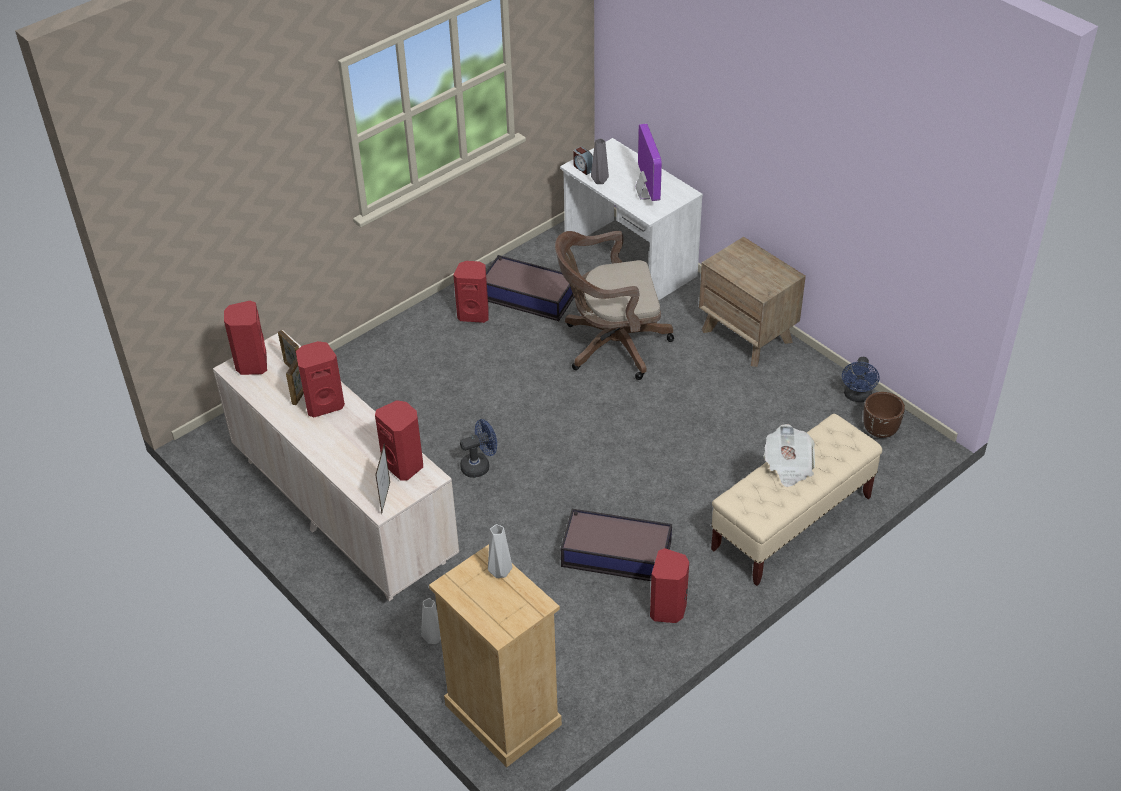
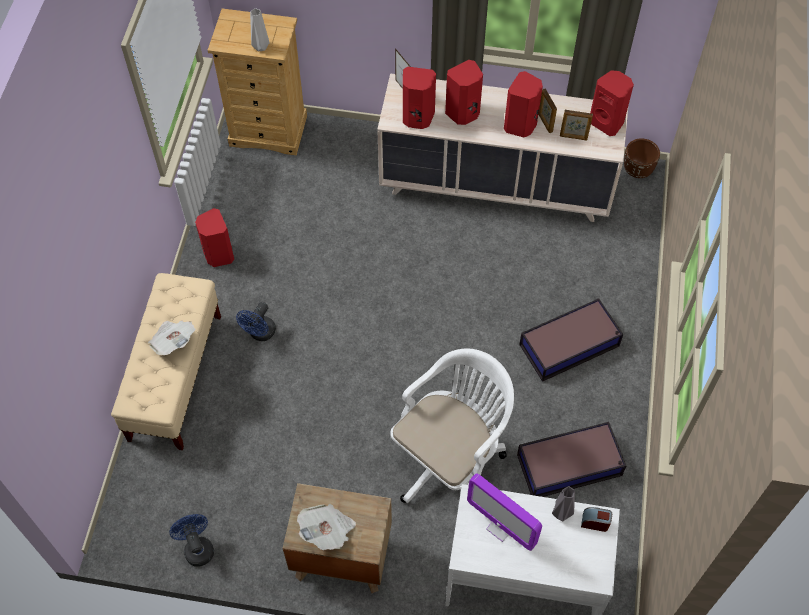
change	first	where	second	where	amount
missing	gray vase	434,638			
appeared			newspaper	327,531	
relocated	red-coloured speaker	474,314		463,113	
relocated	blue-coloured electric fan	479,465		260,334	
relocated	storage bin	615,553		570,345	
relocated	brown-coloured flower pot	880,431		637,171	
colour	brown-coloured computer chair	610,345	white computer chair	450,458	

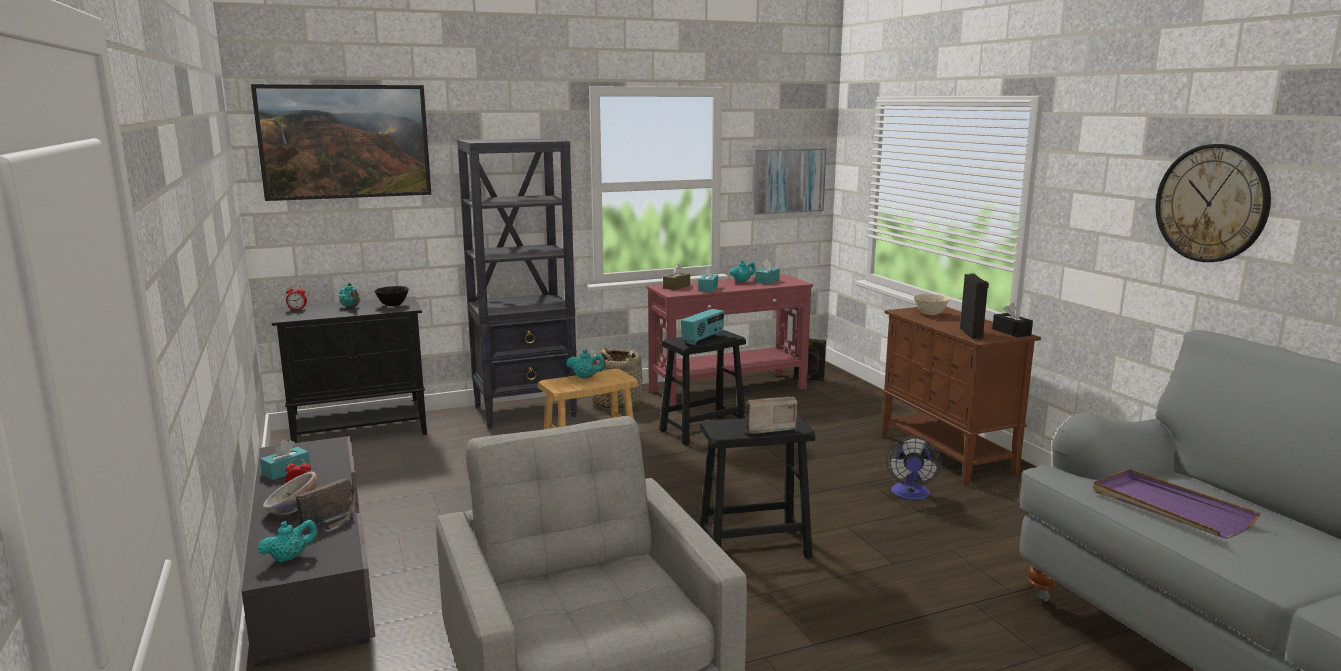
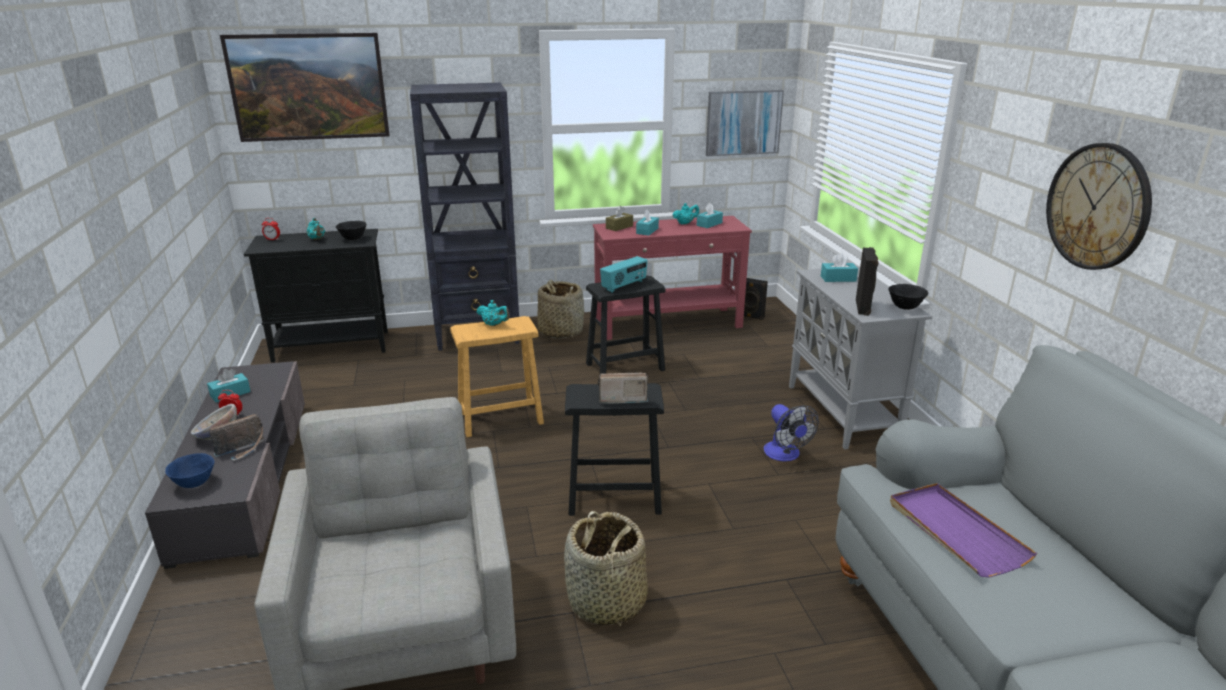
change	first	where	second	where	amount
appeared			household basket	606,602	
exchanged	turquoise-coloured tea pot	290,558	blue-coloured deep dish	195,483	
exchanged	beige deep dish	930,314	turquoise-coloured tissue holder	838,278	
exchanged	black-coloured tissue holder	1011,332	black-coloured deep dish	905,307	
colour	brown-coloured storage cabinet	947,455	gray storage cabinet	843,413	
spun	electric fan	910,495		785,455	45 degrees counterclockwise

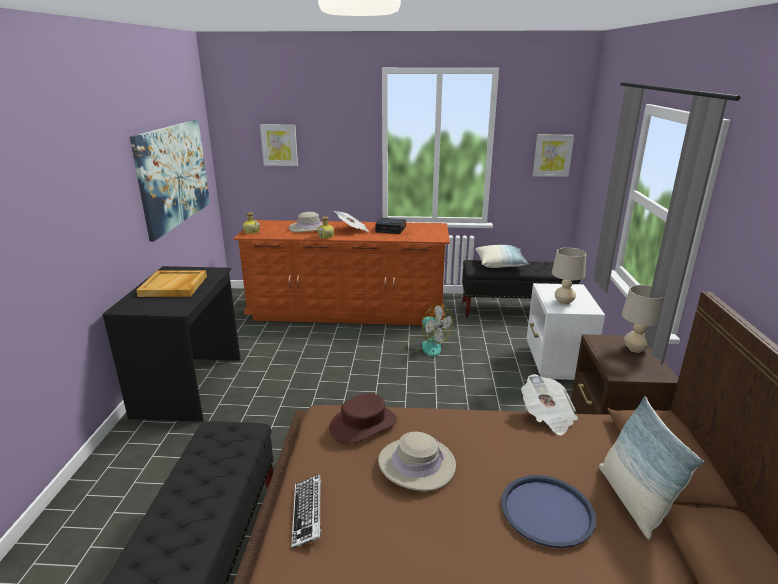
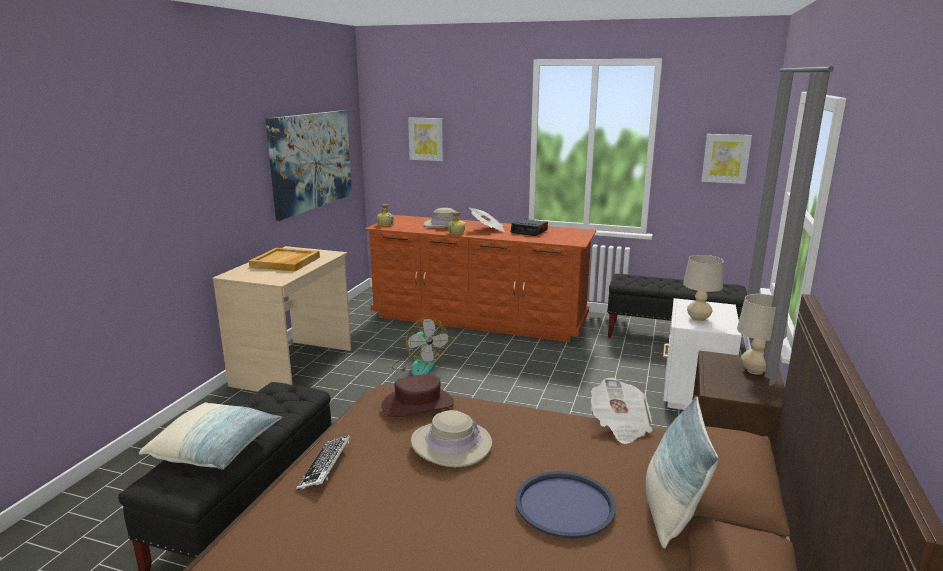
change	first	where	second	where	amount
relocated	electric fan	426,346		419,365	
relocated	cushion	500,264		216,450	
colour	black-coloured desk unit	190,386	beige desk unit	294,367	

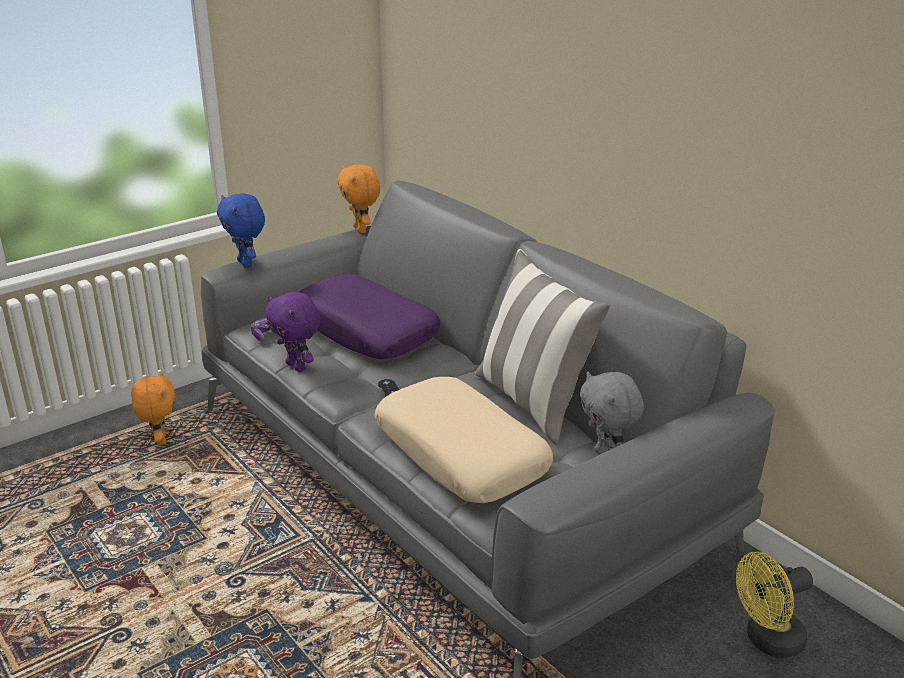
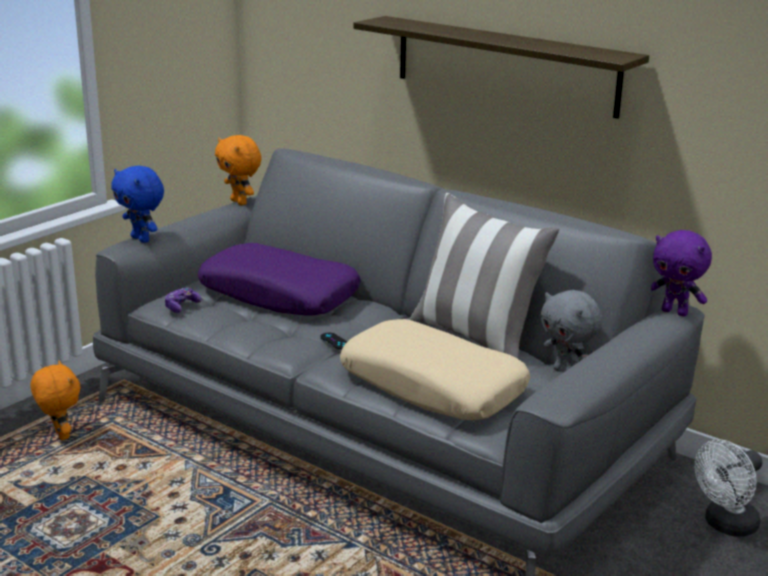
change	first	where	second	where	amount
appeared			bracket shelf	505,65	
relocated	purple-coloured plush toy	297,366		675,312	
colour	yellowish electric fan	767,641	white electric fan	725,525	

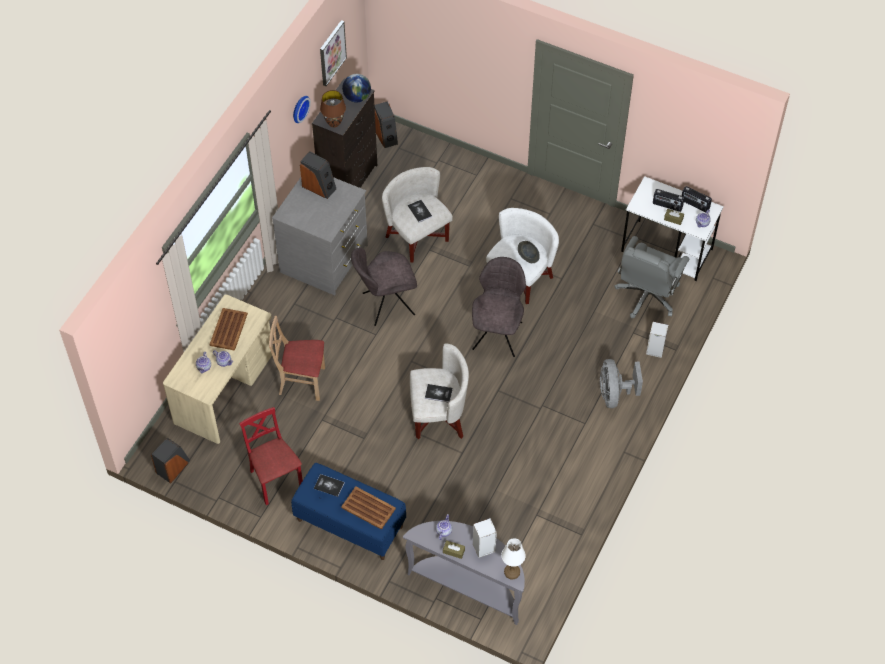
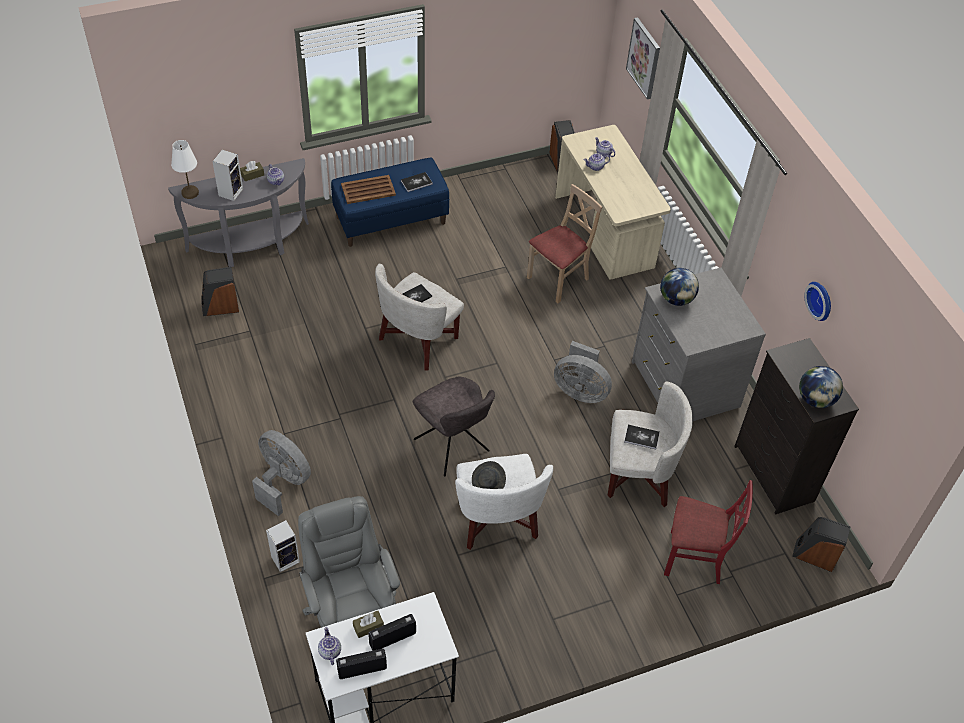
change	first	where	second	where	amount
missing	brown-coloured tray	229,329			
missing	brown-coloured table lamp	334,123			
appeared			globe	676,299	
relocated	red-coloured chair	275,480		694,558	
relocated	speaker	319,187		220,306	
relocated	wall art	332,52		644,58	
exchanged	gray chair	386,304	gray electric fan	580,390	

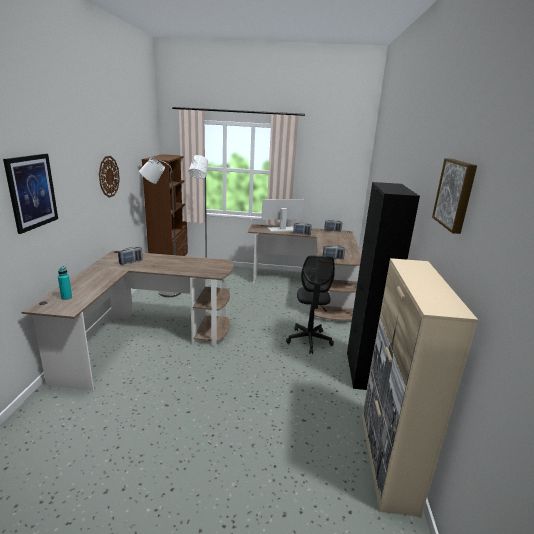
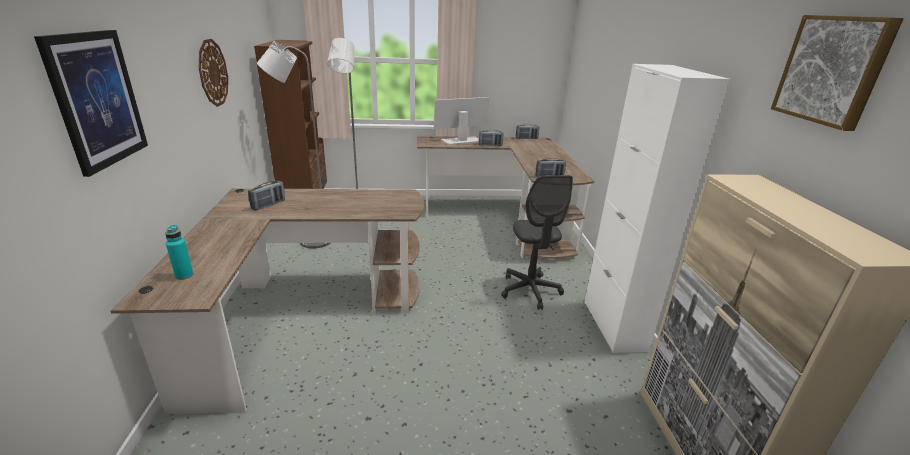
change	first	where	second	where	amount
colour	black-coloured storage cabinet	362,370	white storage cabinet	614,325	

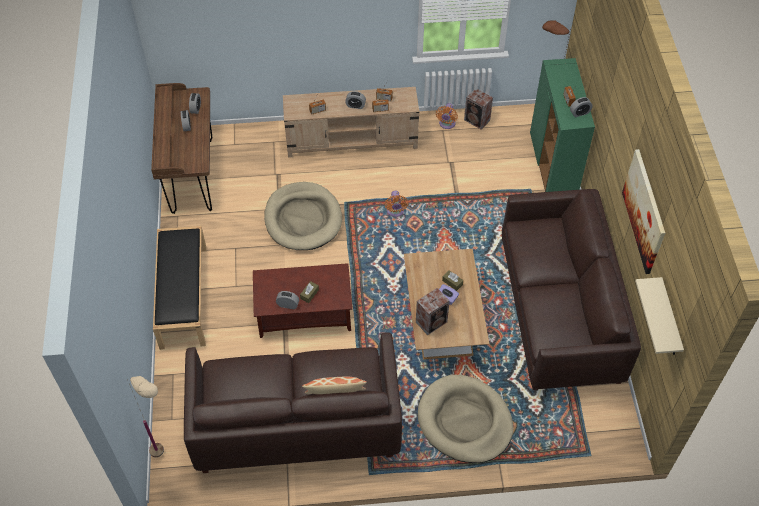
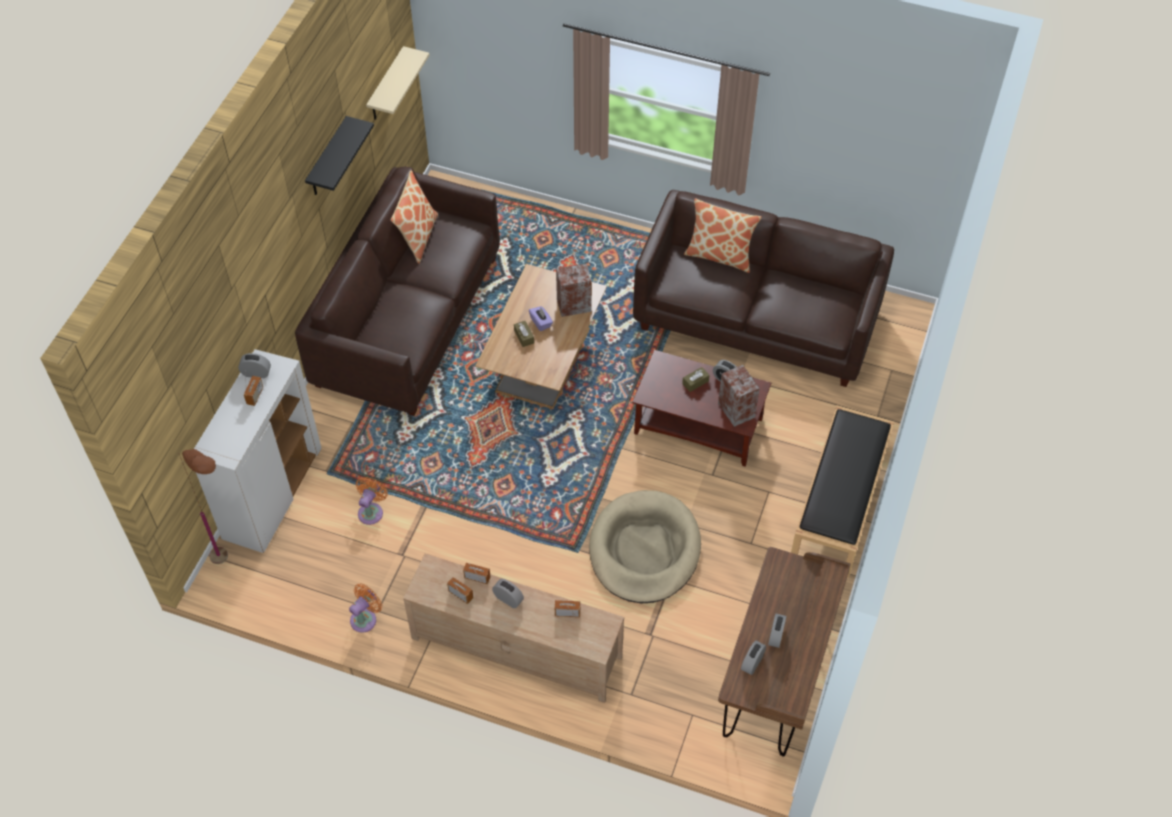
change	first	where	second	where	amount
missing	beige floor lamp	168,458			
missing	beige pet bed	465,421			
appeared			cushion	417,237	
relocated	orange electric fan	395,212		371,511	
relocated	speaker	477,120		736,409	
exchanged	wall art	644,211	black-coloured bracket shelf	328,159	
colour	green storage cabinet	553,166	white storage cabinet	272,494	

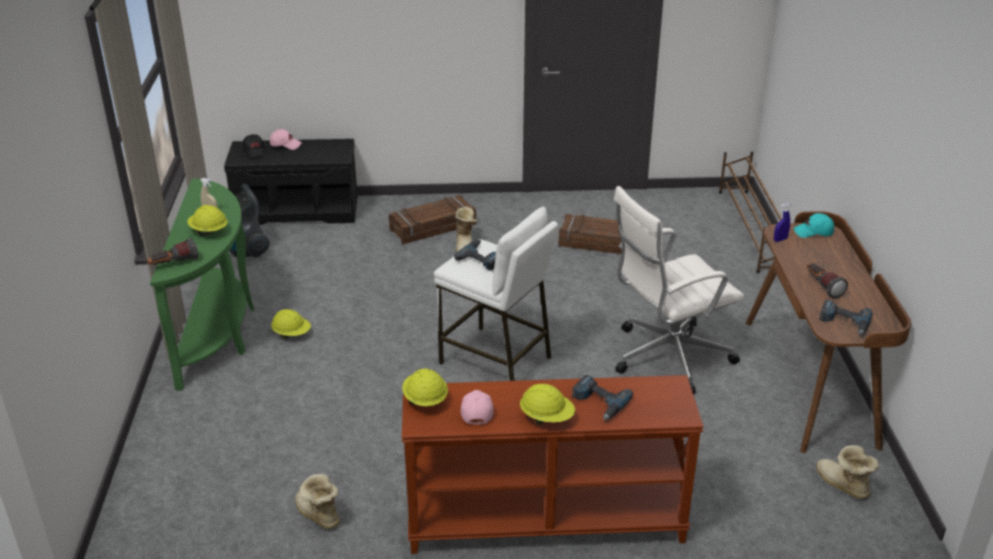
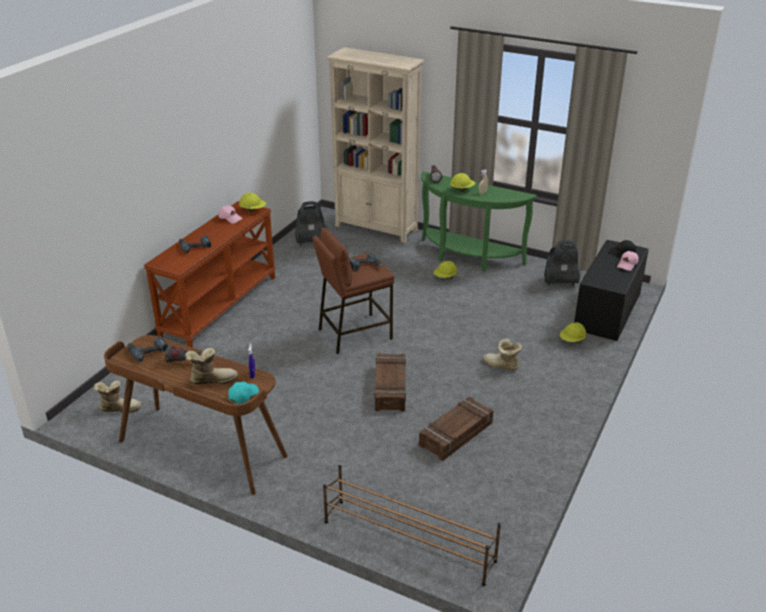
change	first	where	second	where	amount
missing	white computer chair	667,356			
appeared			vacuum	311,241	
appeared			beige bookshelf	376,228	
relocated	tall boot	317,515		212,379	
relocated	packing crate	433,227		389,388	
relocated	yellowish safety helmet	547,418		572,340	
colour	white sitting stool	496,360	brown-coloured sitting stool	354,333	

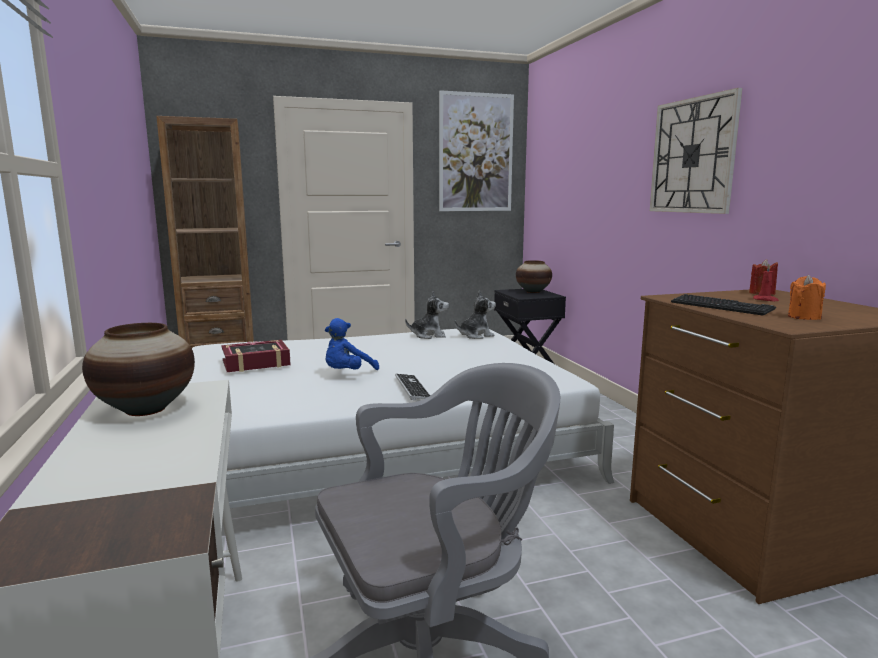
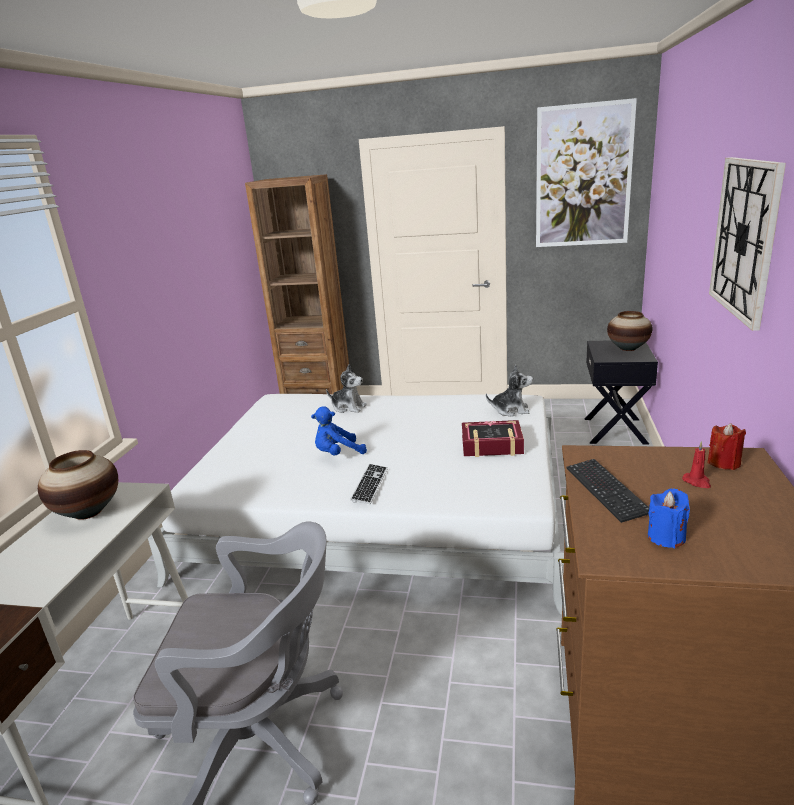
change	first	where	second	where	amount
relocated	bound book	256,363		492,445	
relocated	plush toy	428,335		348,407	
colour	orange wax candle	804,317	blue-coloured wax candle	666,537	

